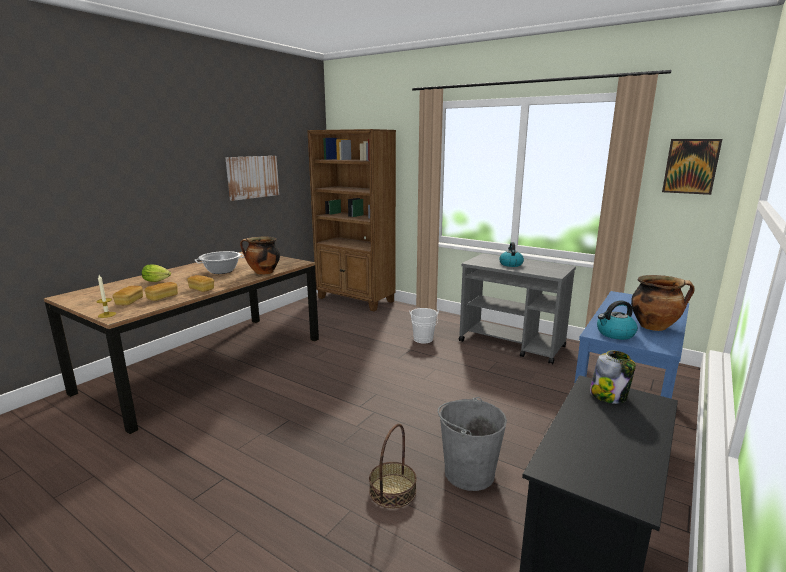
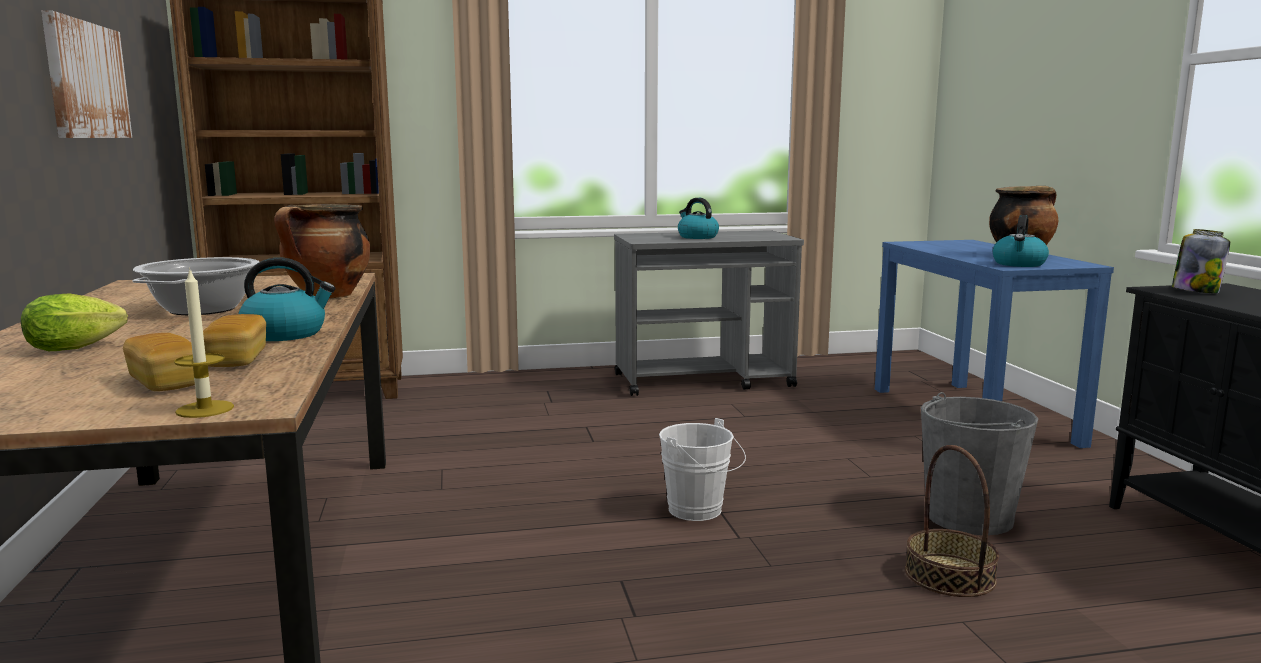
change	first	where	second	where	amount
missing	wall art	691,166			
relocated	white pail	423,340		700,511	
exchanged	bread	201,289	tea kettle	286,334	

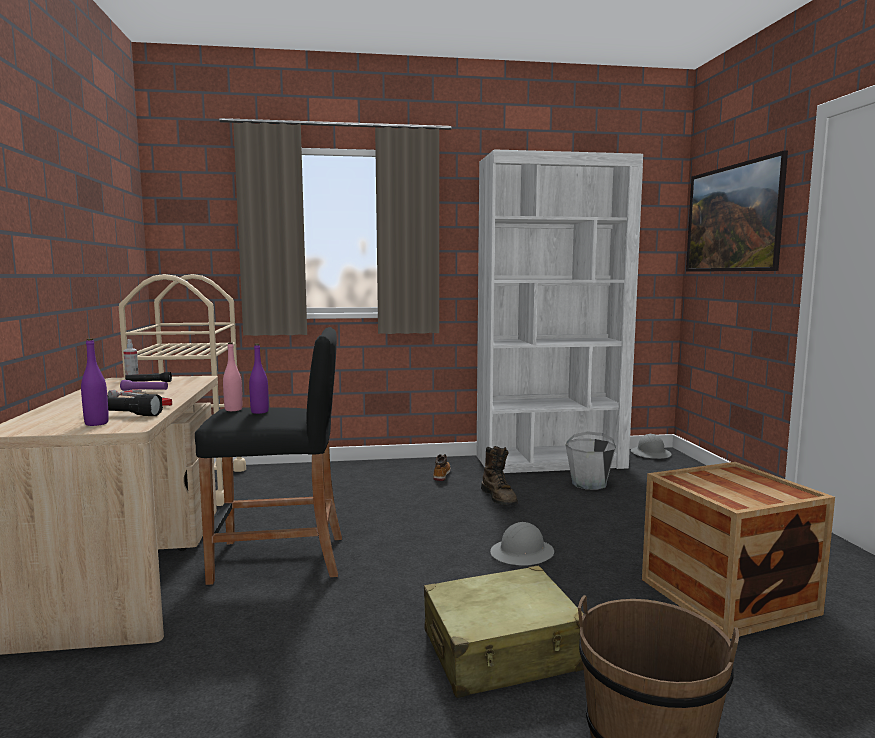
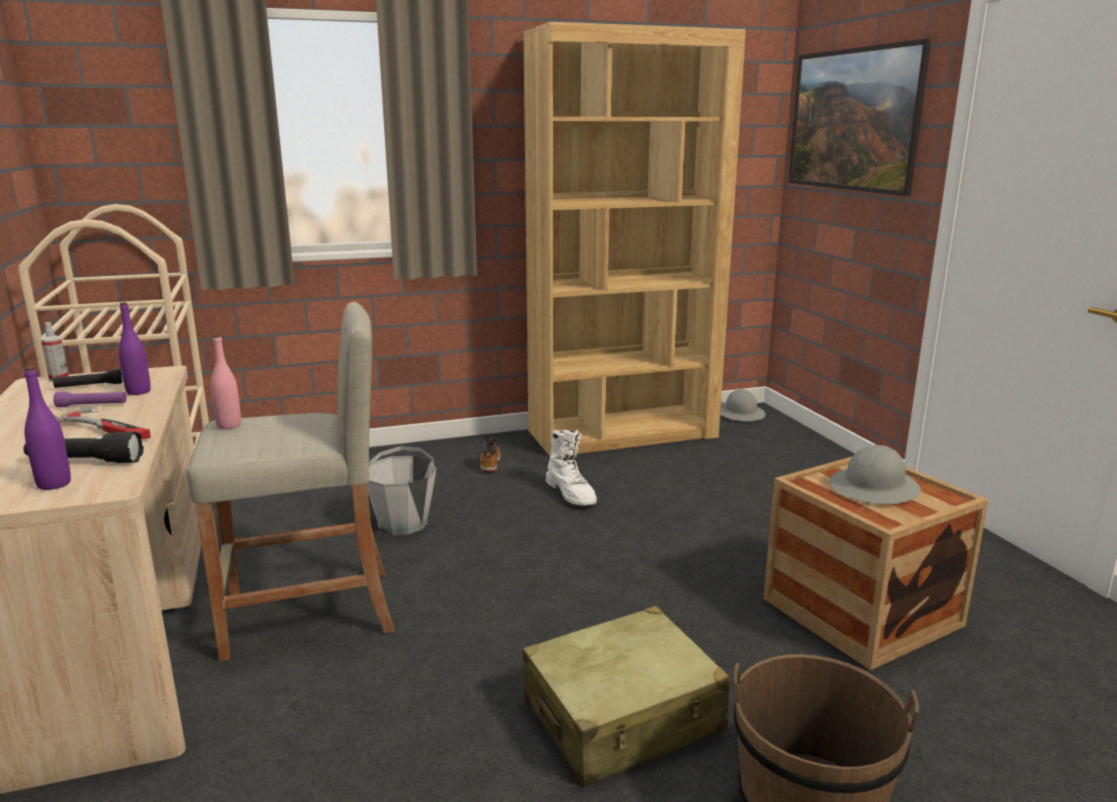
change	first	where	second	where	amount
relocated	purple-coloured beverage bottle	259,412		138,392	
relocated	gray safety helmet	522,554		874,488	
relocated	gray pail	589,484		403,523	
colour	black-coloured sitting stool	279,559	beige sitting stool	309,612	
colour	white bookshelf	550,462	brown-coloured bookshelf	623,434	
colour	brown-coloured tall boot	499,498	white tall boot	571,494	

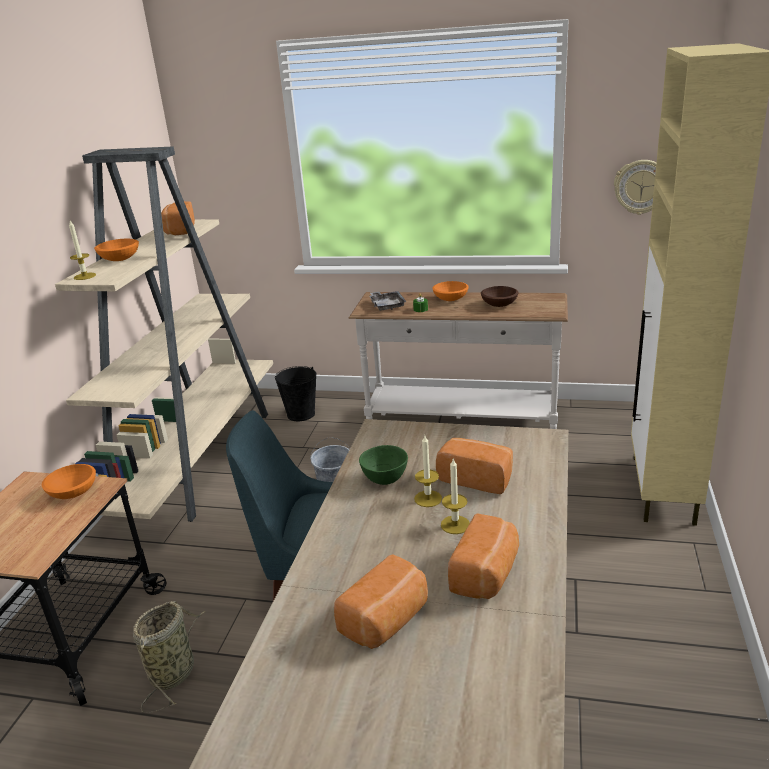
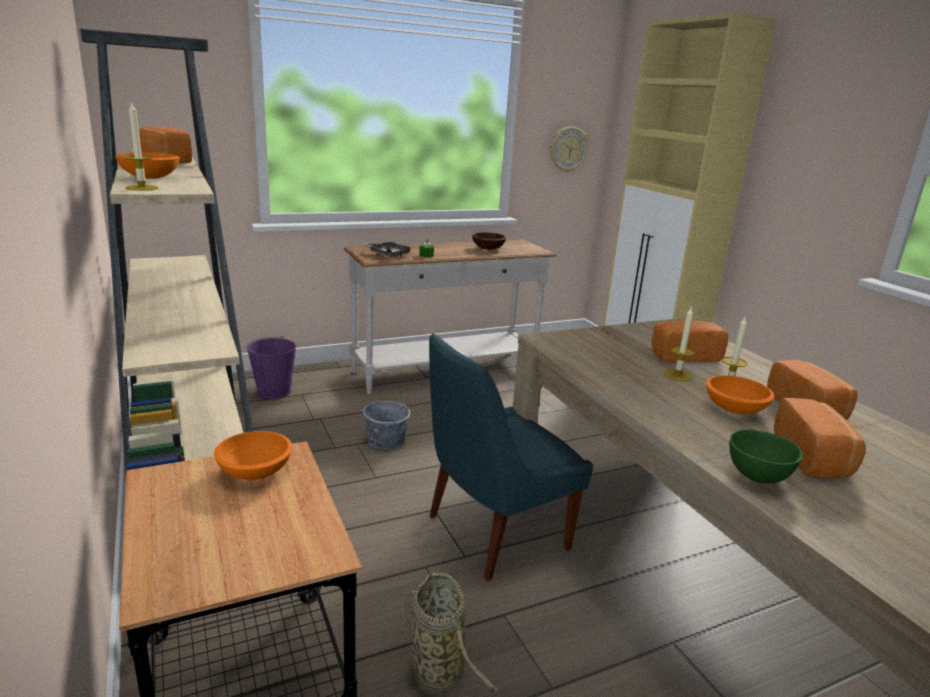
change	first	where	second	where	amount
relocated	green deep dish	384,480		757,477	
relocated	orange deep dish	451,299		736,409	
colour	black-coloured pail	301,414	purple-coloured pail	274,392	

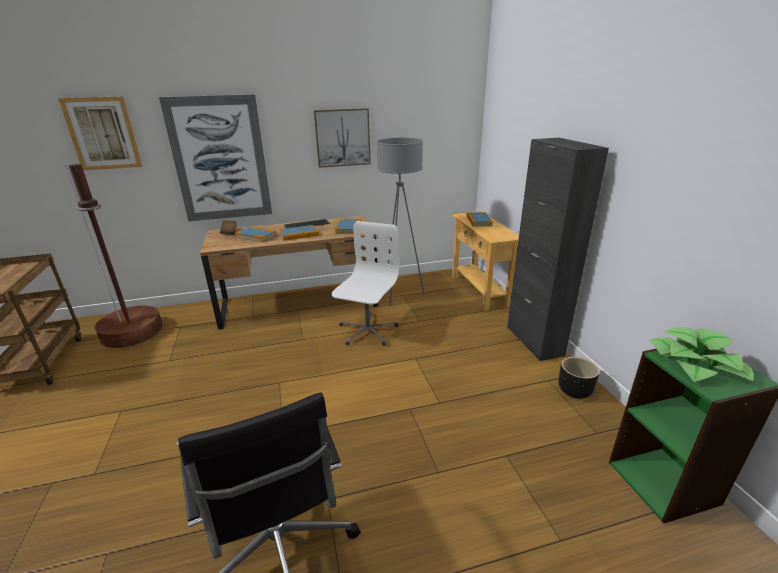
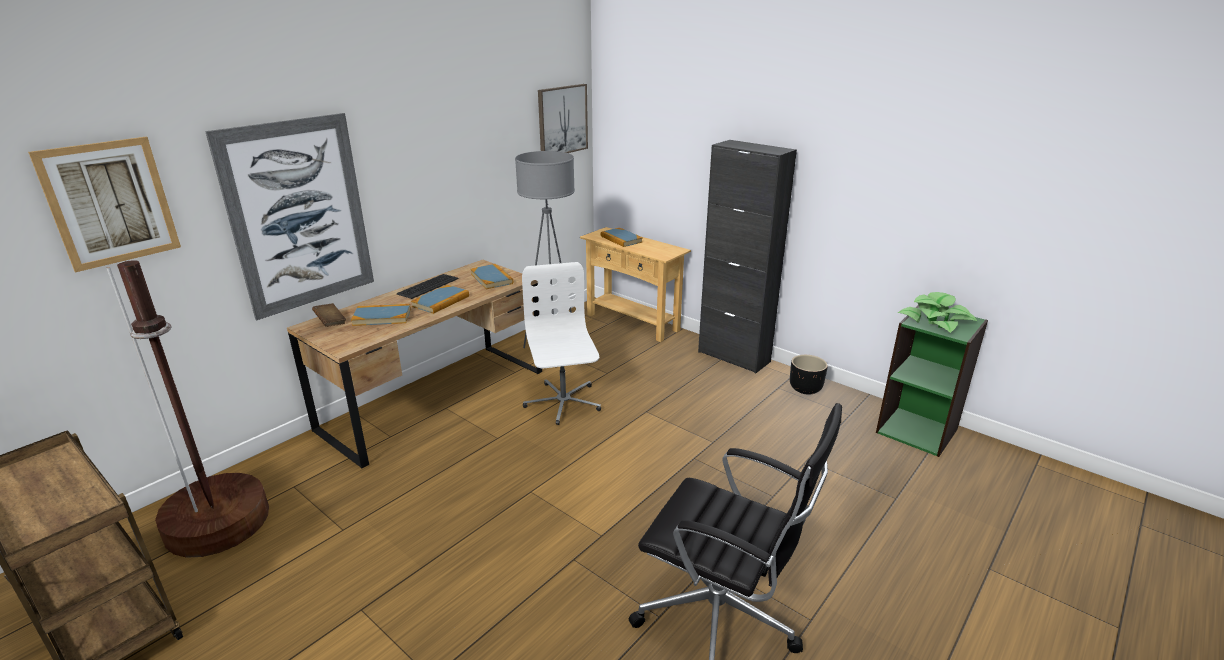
change	first	where	second	where	amount
relocated	wall art	342,138		562,120	

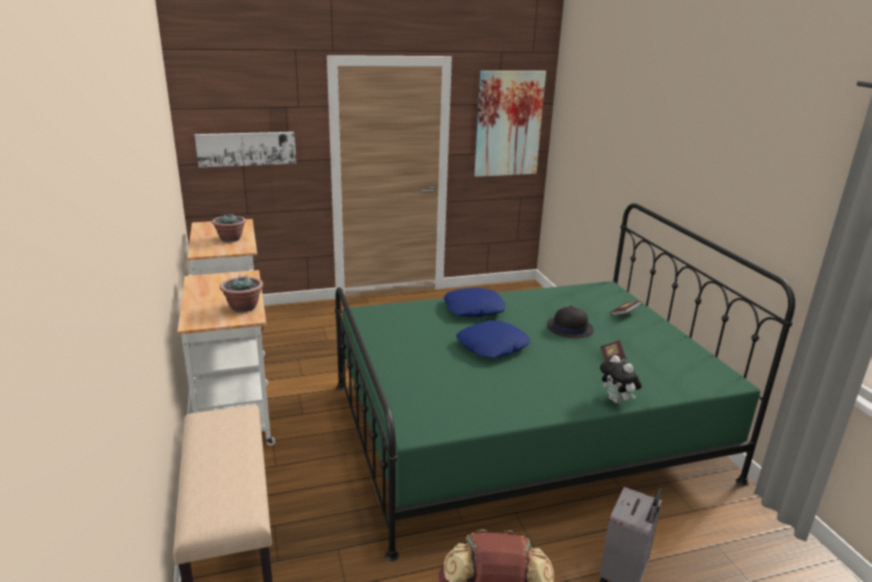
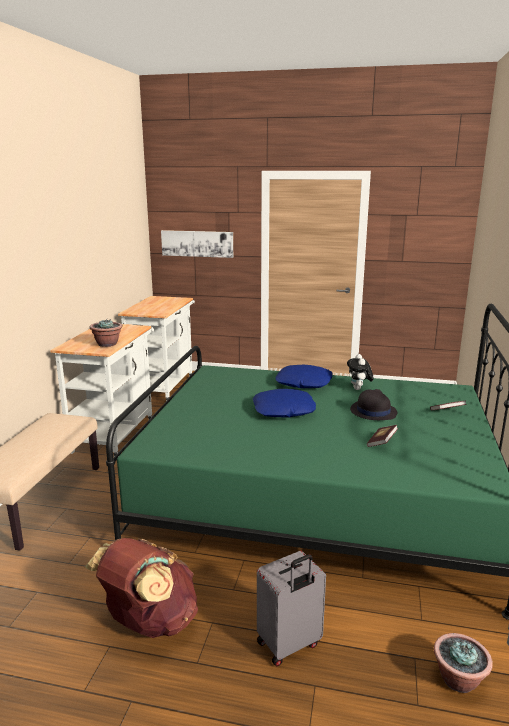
change	first	where	second	where	amount
missing	wall art	508,124			
relocated	potted plant	230,239		458,680	
relocated	plush toy	617,400		359,389	

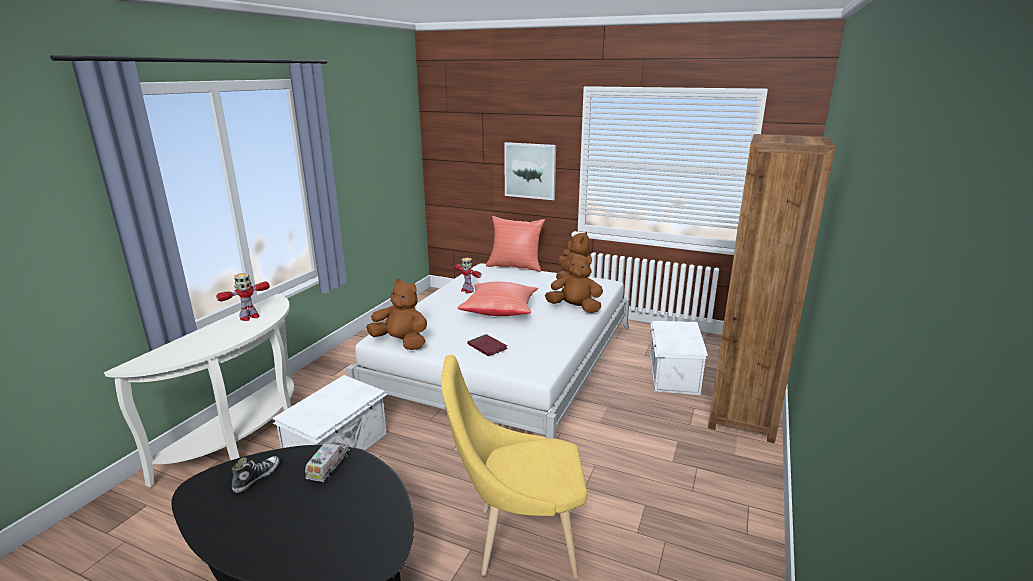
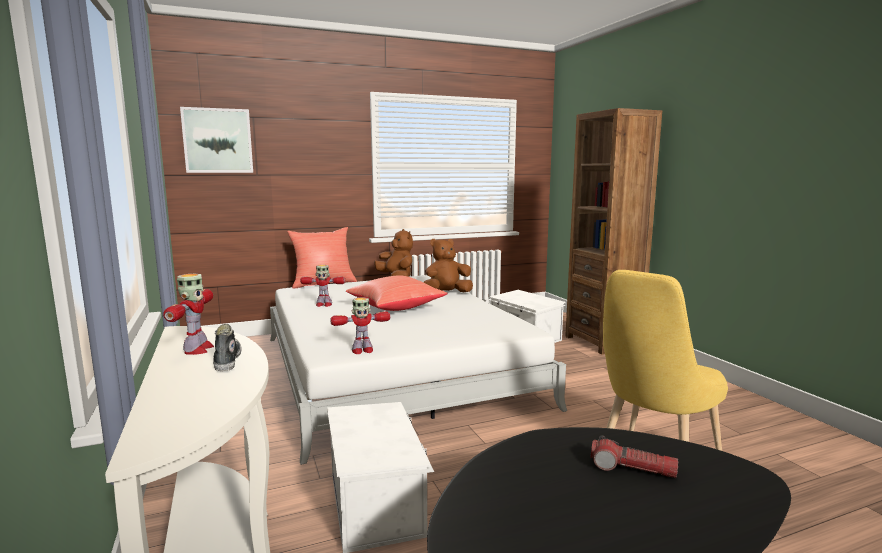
change	first	where	second	where	amount
missing	model truck	328,467			
missing	red-coloured bound book	487,347			
appeared			torch	632,469	
relocated	low shoe	256,477		227,360	
relocated	wall art	530,170		218,141	
exchanged	brown-coloured plush toy	401,342	model robot	362,350	

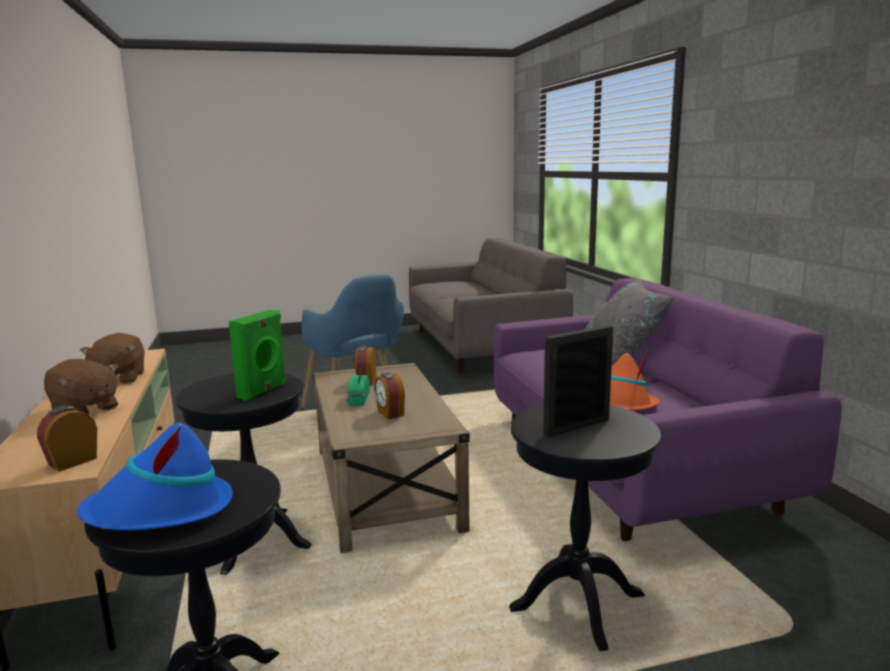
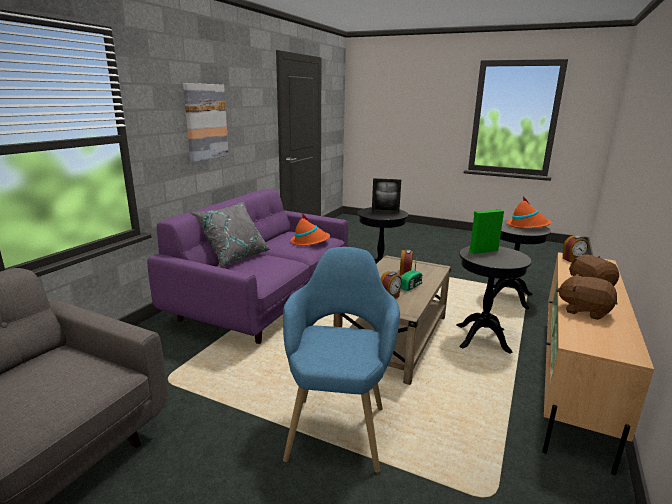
change	first	where	second	where	amount
appeared			wall art	205,122	
colour	blue-coloured clothing hat	161,511	orange clothing hat	527,226	
spun	brown-coloured plush toy	118,379		584,310	90 degrees counterclockwise

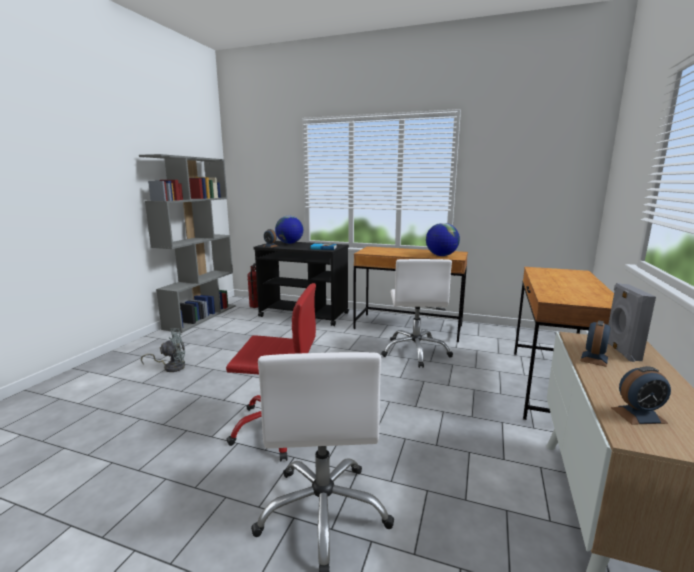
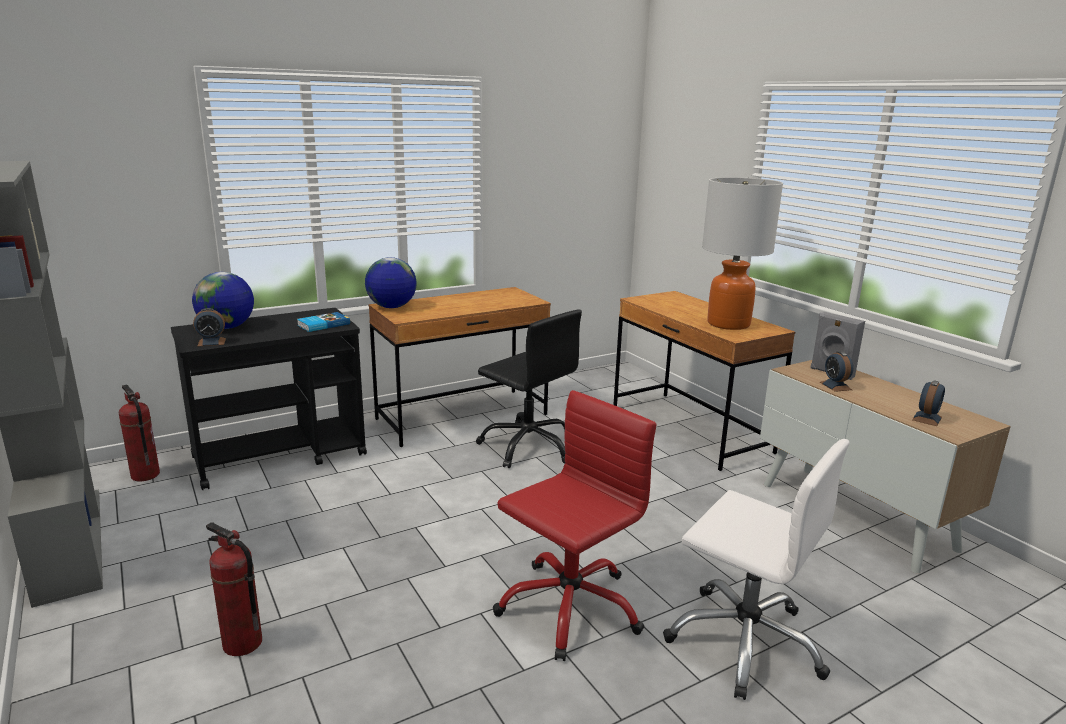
change	first	where	second	where	amount
appeared			table lamp	728,324	
relocated	globe	441,255		391,307	
exchanged	gray electric fan	171,367	fire extinguisher	241,644	
colour	white computer chair	415,352	black-coloured computer chair	528,446	

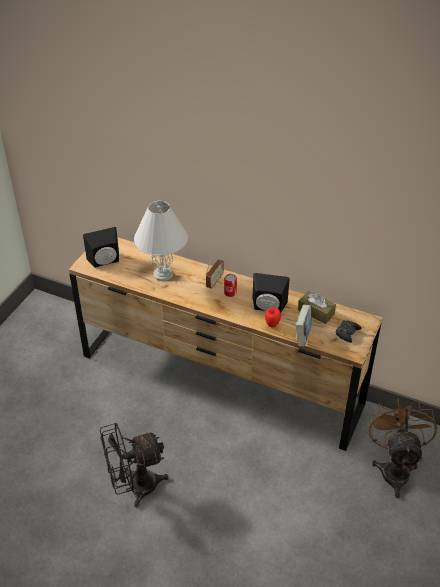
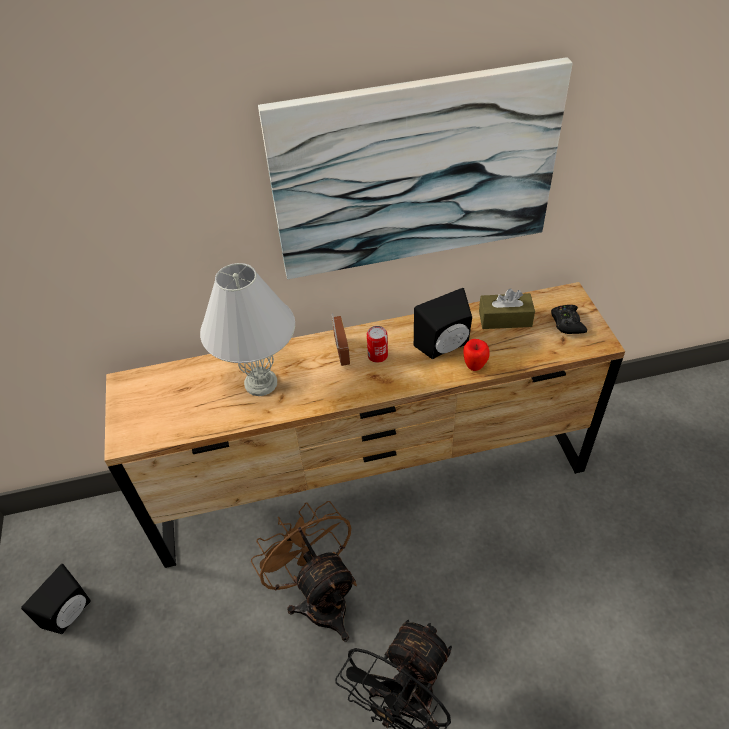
change	first	where	second	where	amount
missing	bound book	302,336			
appeared			wall art	415,173	
relocated	black-coloured speaker	105,262		71,614	
relocated	brown-coloured electric fan	394,468		320,598	

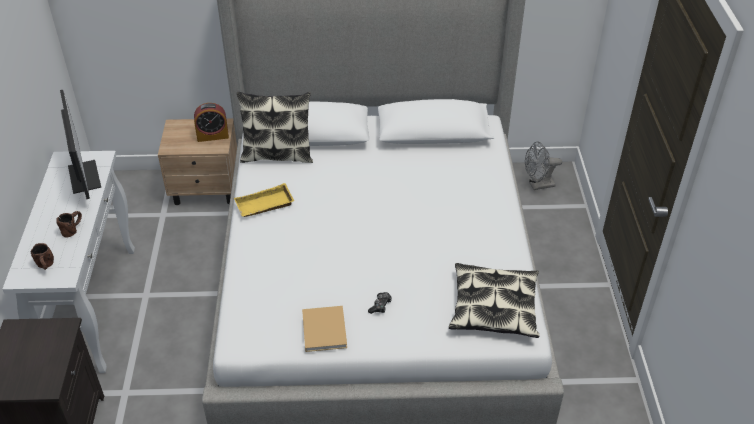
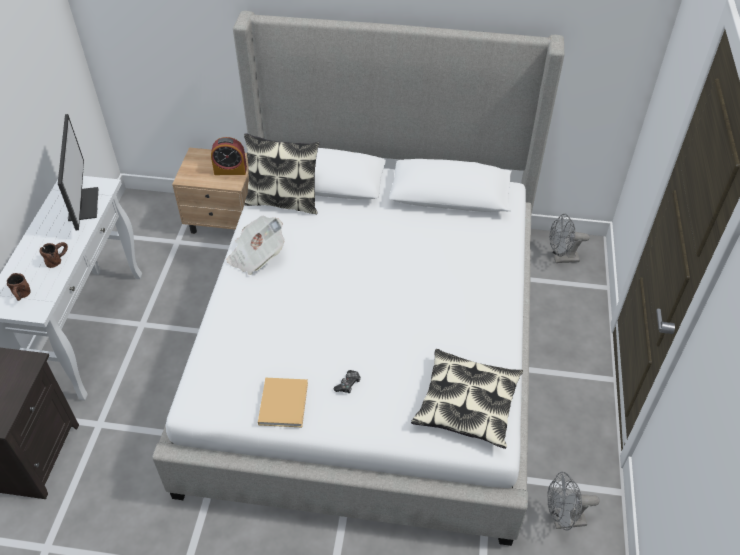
change	first	where	second	where	amount
appeared			gray electric fan	563,520	
exchanged	yellowish tray	264,206	newspaper	256,256	

